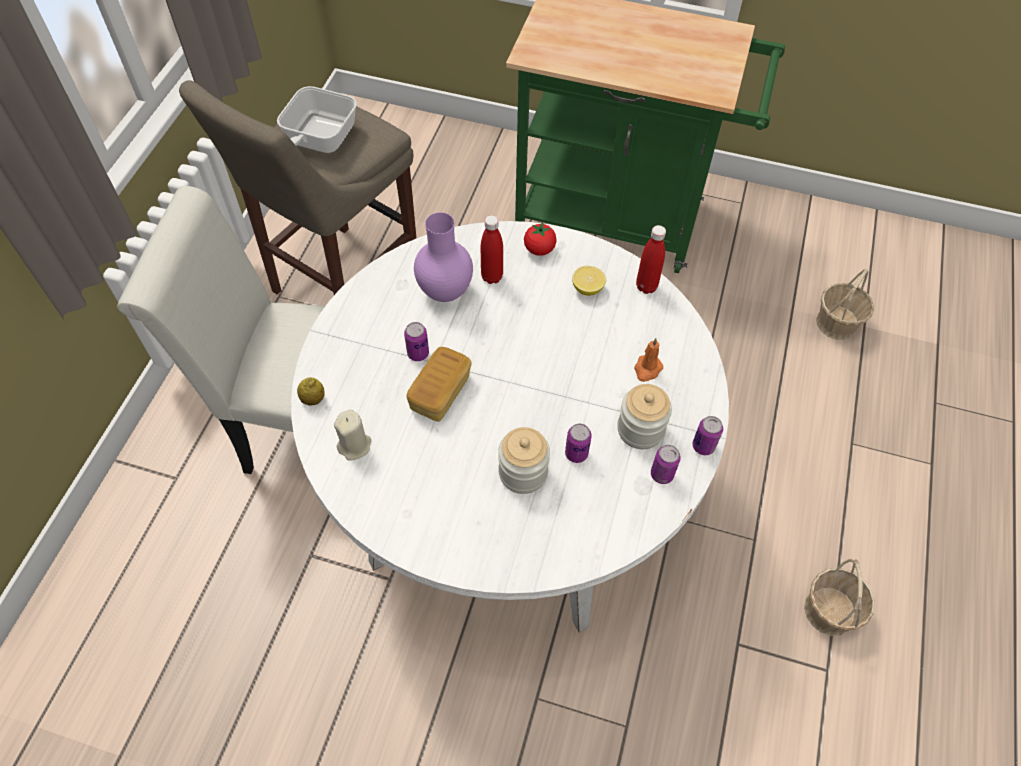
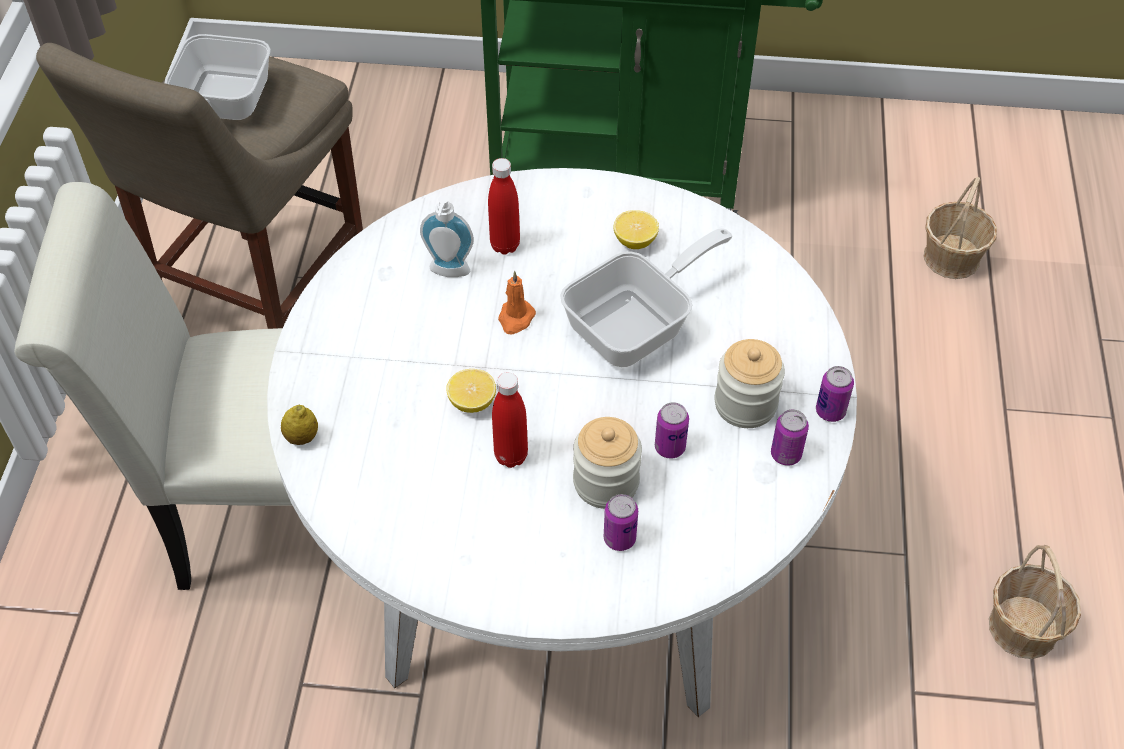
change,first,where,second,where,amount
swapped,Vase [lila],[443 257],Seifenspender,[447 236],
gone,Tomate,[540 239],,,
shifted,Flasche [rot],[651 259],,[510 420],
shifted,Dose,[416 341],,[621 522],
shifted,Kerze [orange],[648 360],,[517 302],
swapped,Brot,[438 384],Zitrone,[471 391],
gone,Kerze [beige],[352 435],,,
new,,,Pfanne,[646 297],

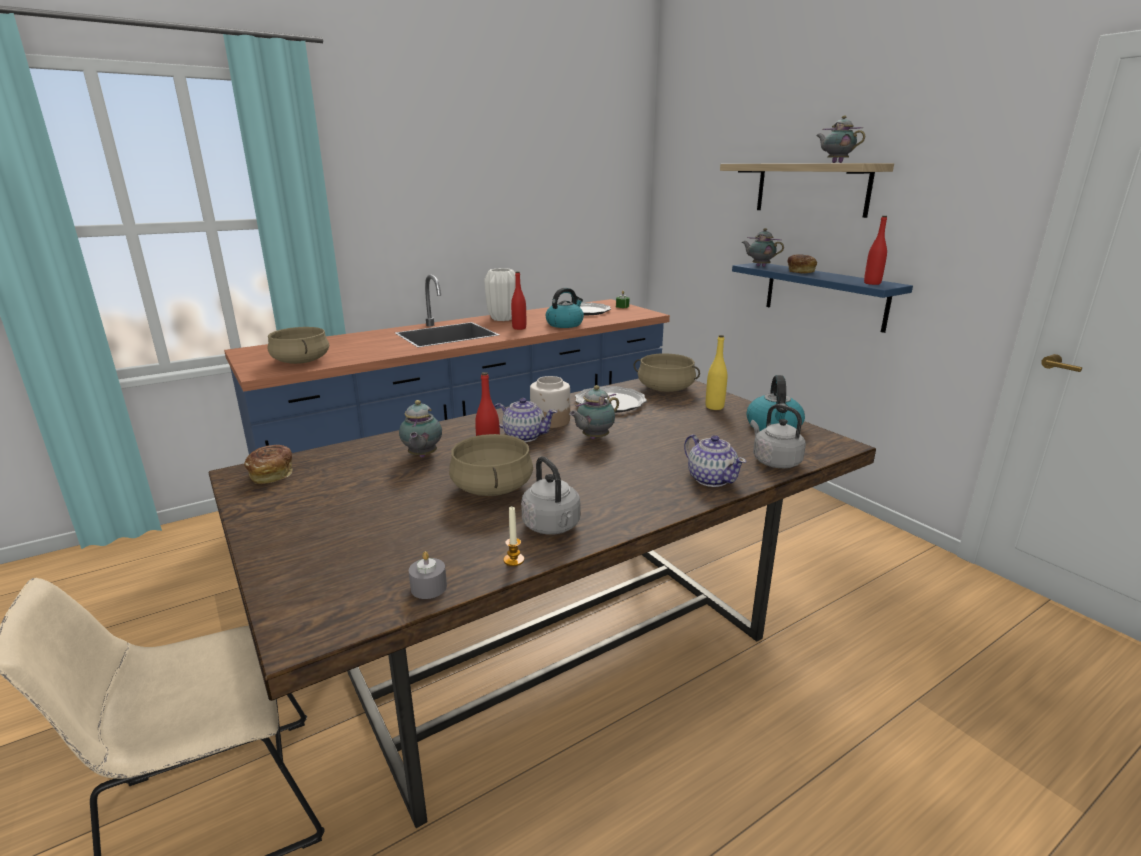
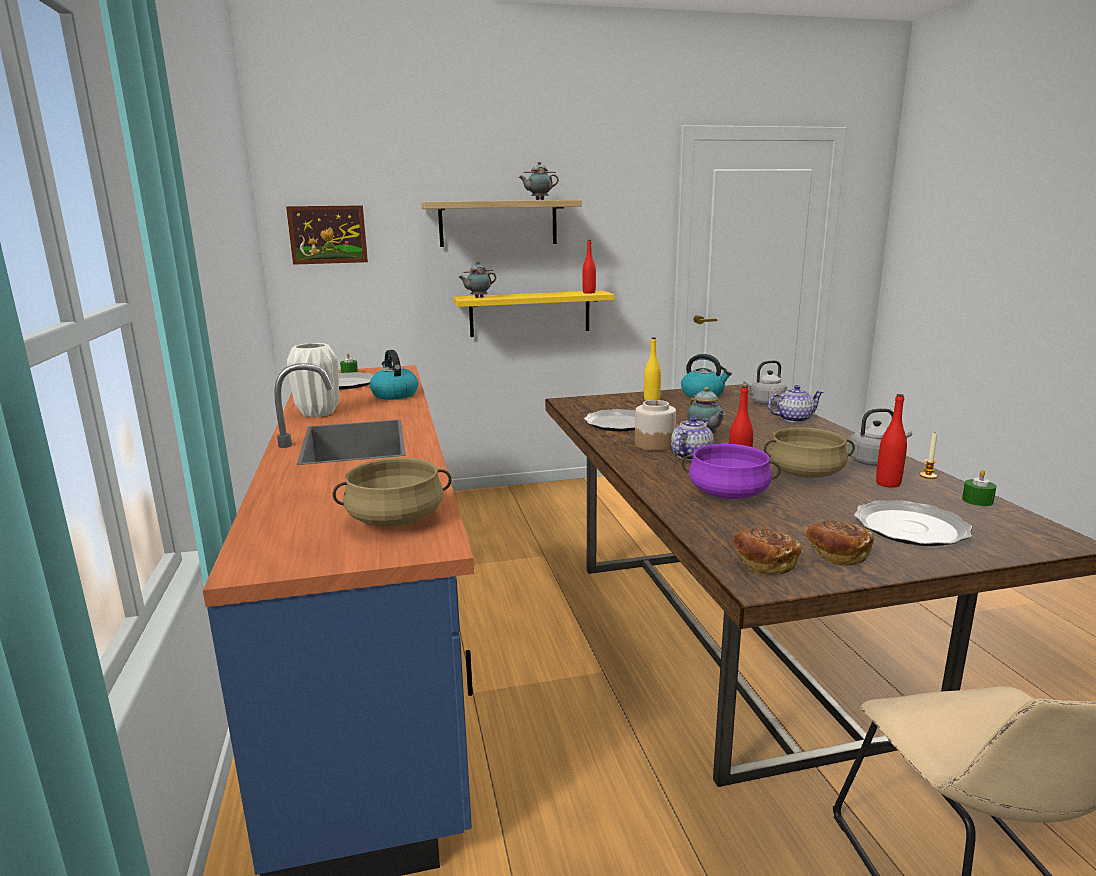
change,first,where,second,where,amount
shifted,Brot,[802 264],,[840 543],
repainted,Wandregal [blau],[822 298],Wandregal [gelb],[534 313],
shifted,Flasche [rot],[518 300],,[891 441],
gone,Kochtopf [beige],[666 373],,,
swapped,Teekanne,[420 429],Kochtopf [lila],[731 471],
repainted,Kerze [grau],[428 575],Kerze [grün],[979 488],
new,,,Bild,[327 235],
new,,,Teller,[913 523],

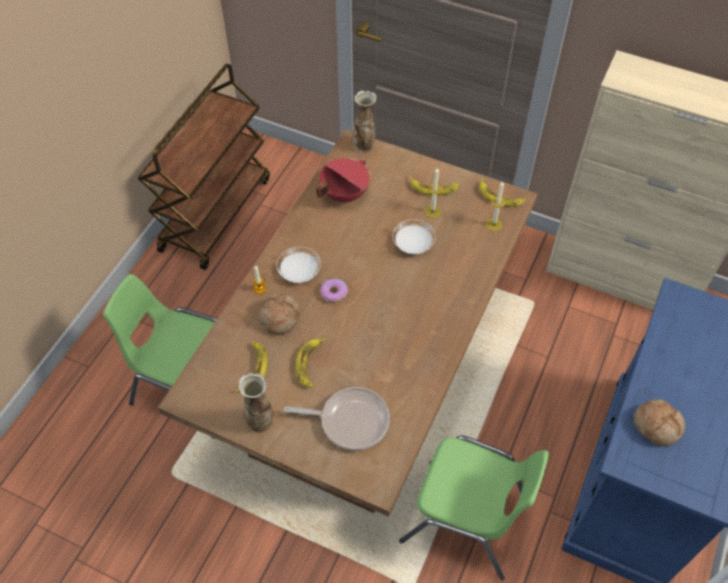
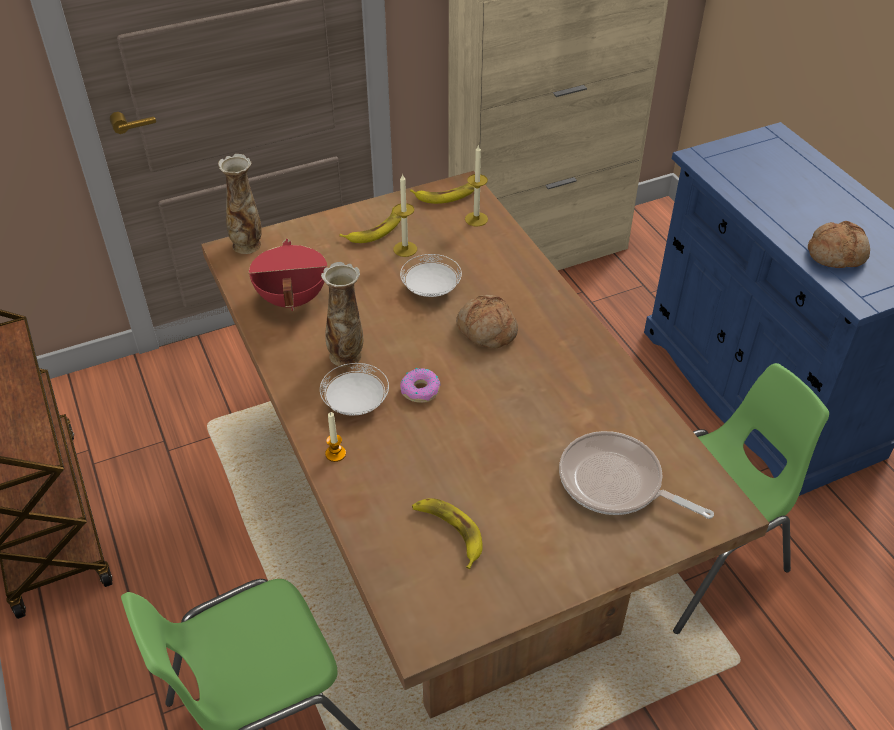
change,first,where,second,where,amount
shifted,Brot,[279 314],,[487 321],
gone,Banane,[311 363],,,
shifted,Vase,[255 403],,[342 314],
rotated,Pfanne,[337 418],,[636 475],105 degrees counterclockwise

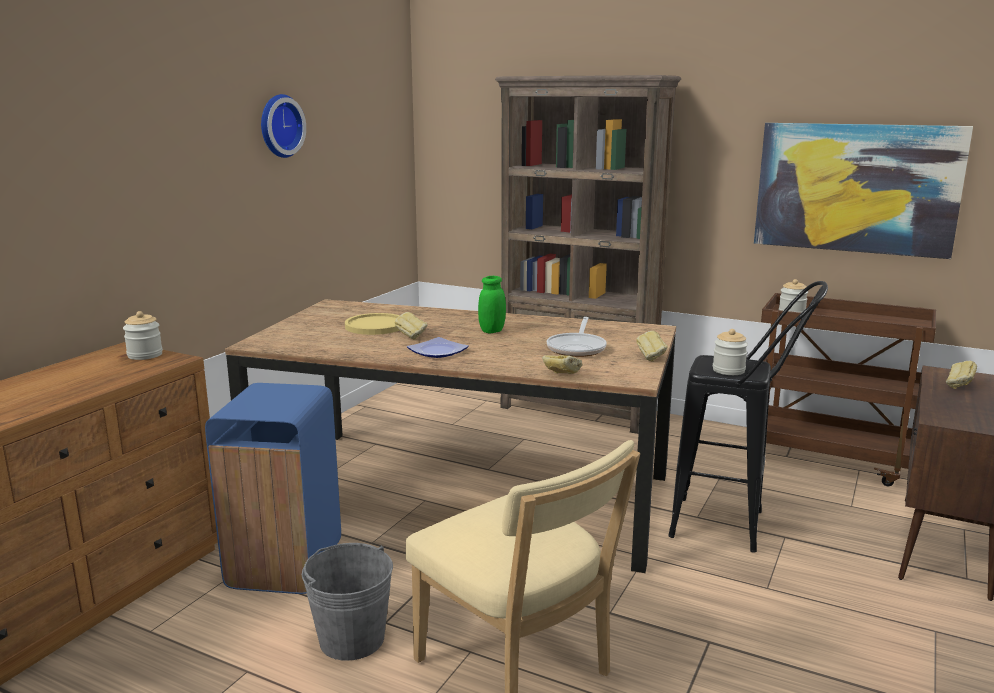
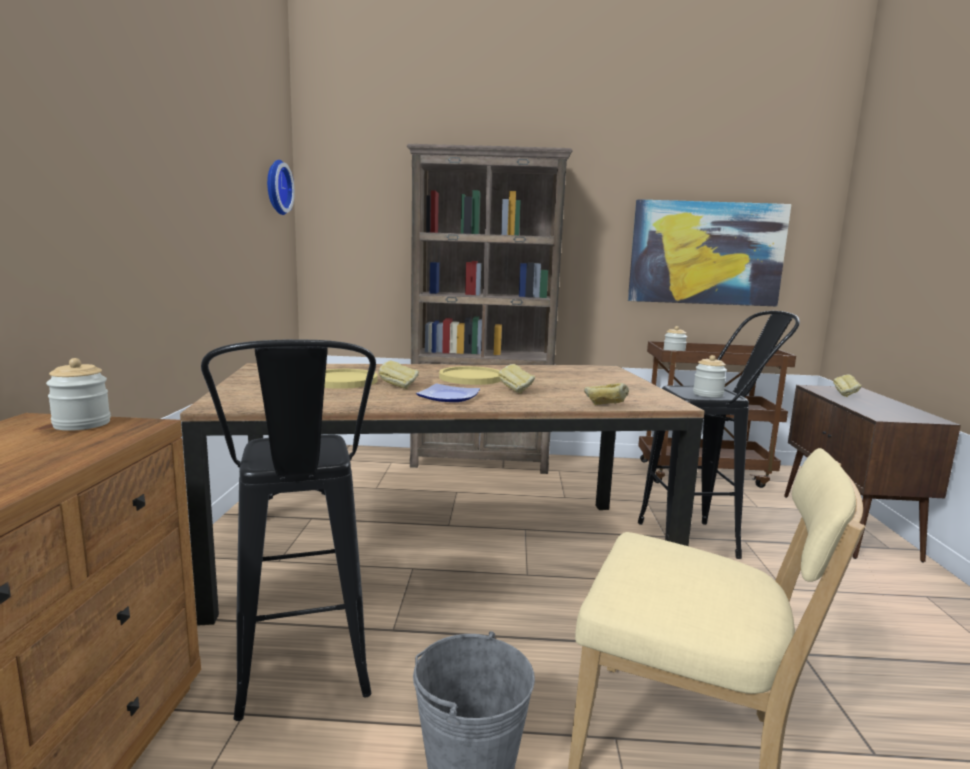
change,first,where,second,where,amount
shifted,Wanduhr,[283 126],,[281 187],
swapped,Vorratsglas [grün],[492 305],Teller [gelb],[470 375],
gone,Pfanne,[577 337],,,
shifted,Brot,[652 346],,[517 379],
swapped,Mülleimer [blau],[273 488],Hocker [schwarz],[288 530],

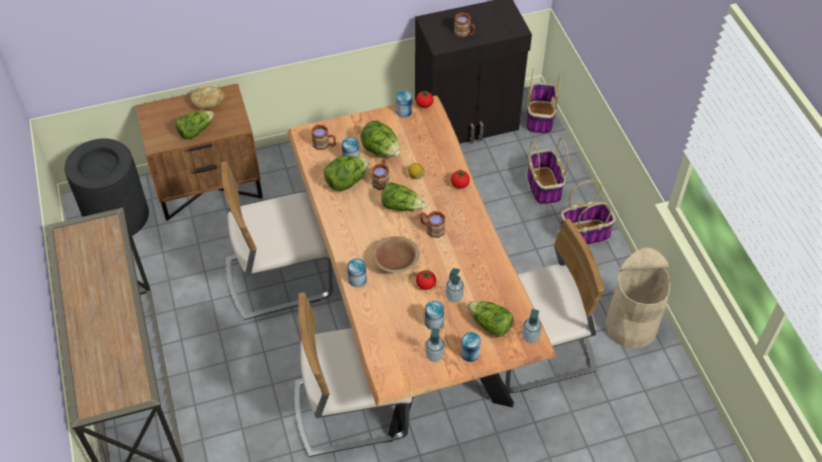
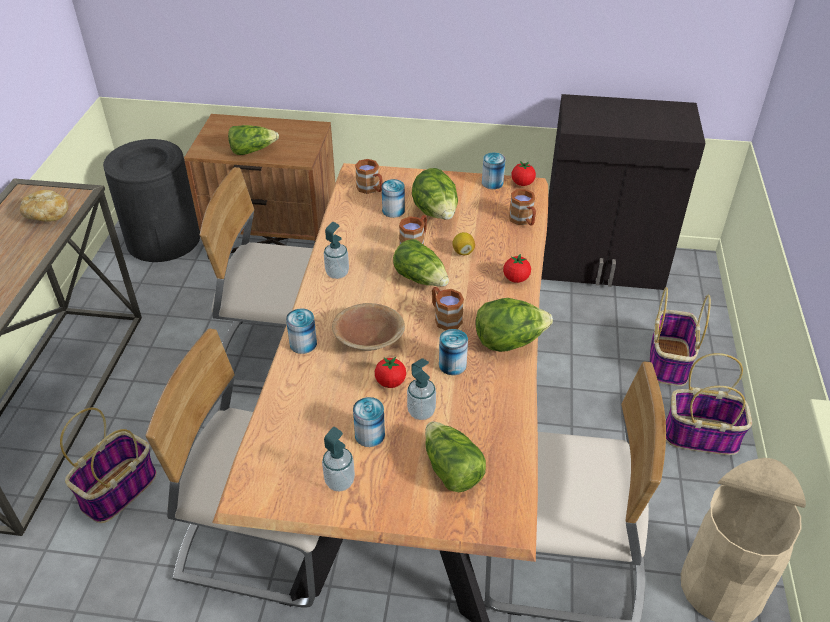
change,first,where,second,where,amount
shifted,Henkelbecher [braun],[464 24],,[522 207],
shifted,Korb,[544 102],,[108 465],
shifted,Brot,[207 97],,[44 206],
shifted,Salatkopf,[346 173],,[514 325],
shifted,Seifenspender,[532 326],,[336 250],
shifted,Dose,[471 347],,[453 352],

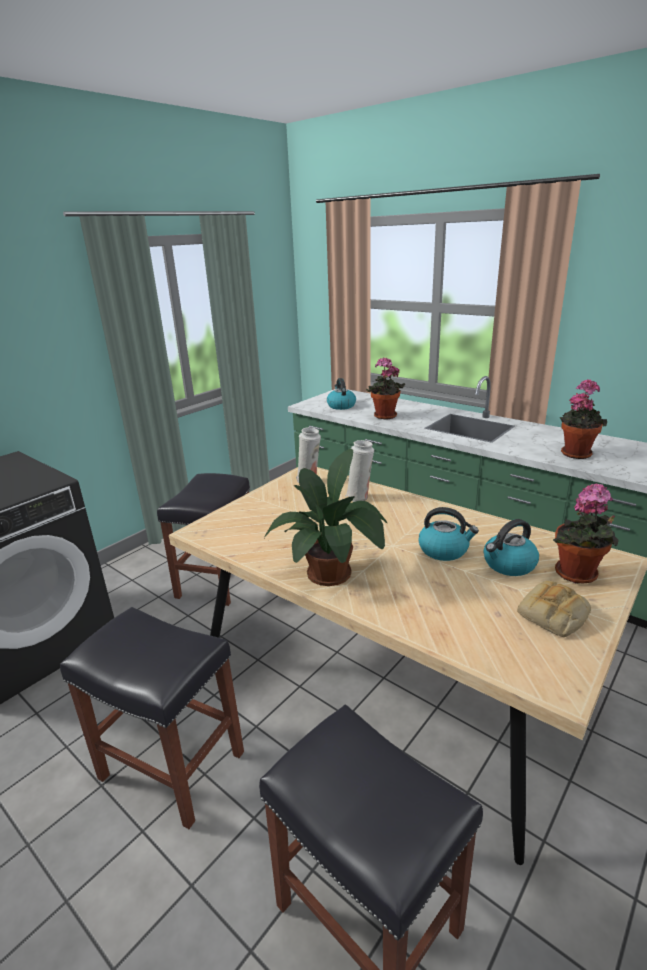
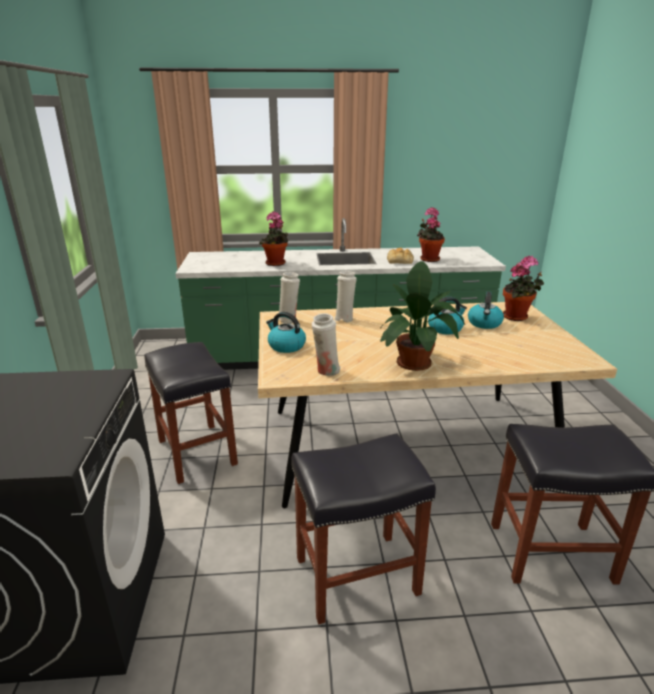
change,first,where,second,where,amount
shifted,Wasserkessel,[341 394],,[286 332],
shifted,Brot,[554 609],,[400 256],
new,,,Vase [weiß],[326 344],

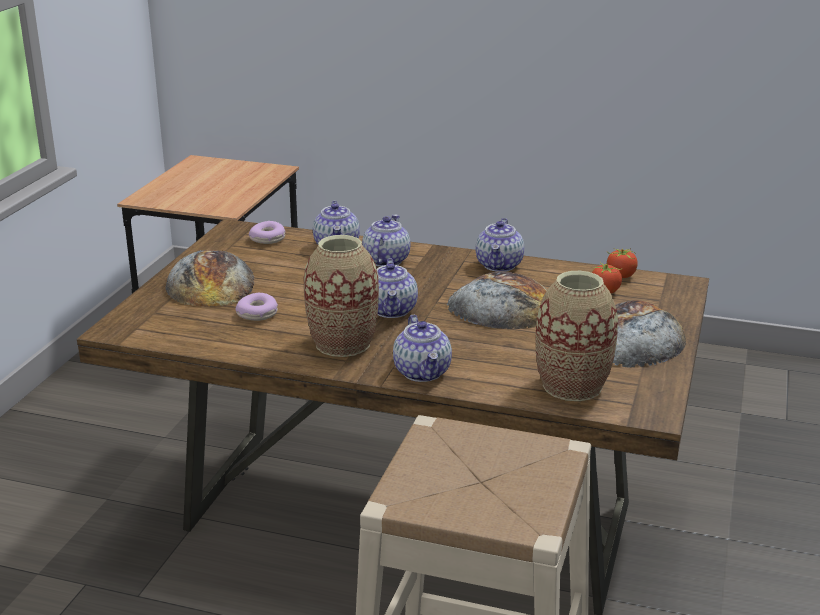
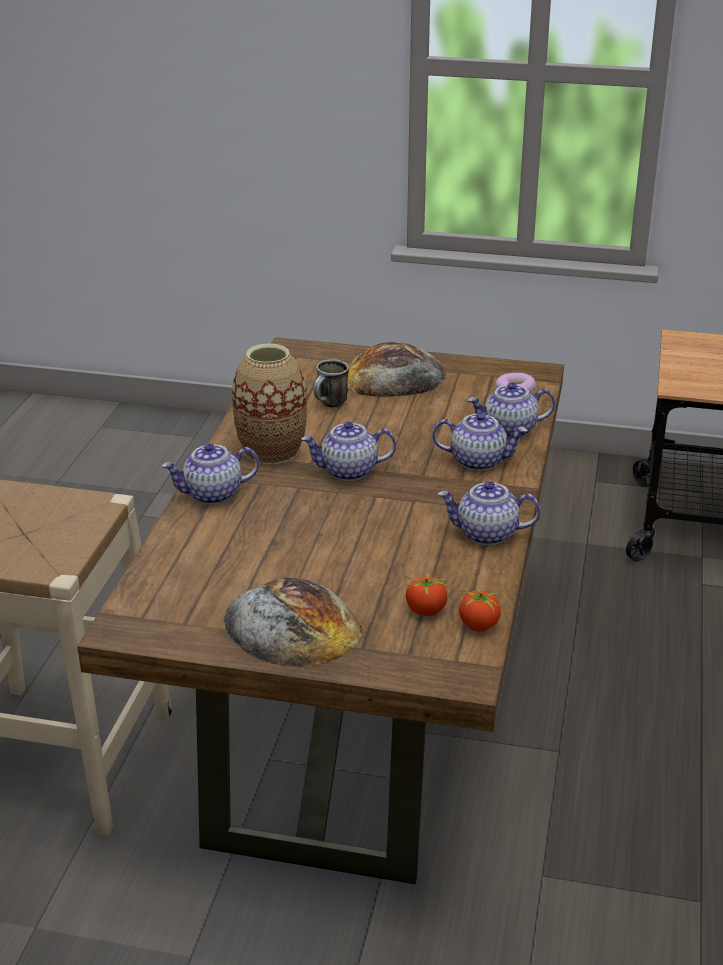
change,first,where,second,where,amount
gone,Brot,[497 300],,,
gone,Vase,[577 336],,,
swapped,Donut,[257 307],Henkelbecher,[331 383],

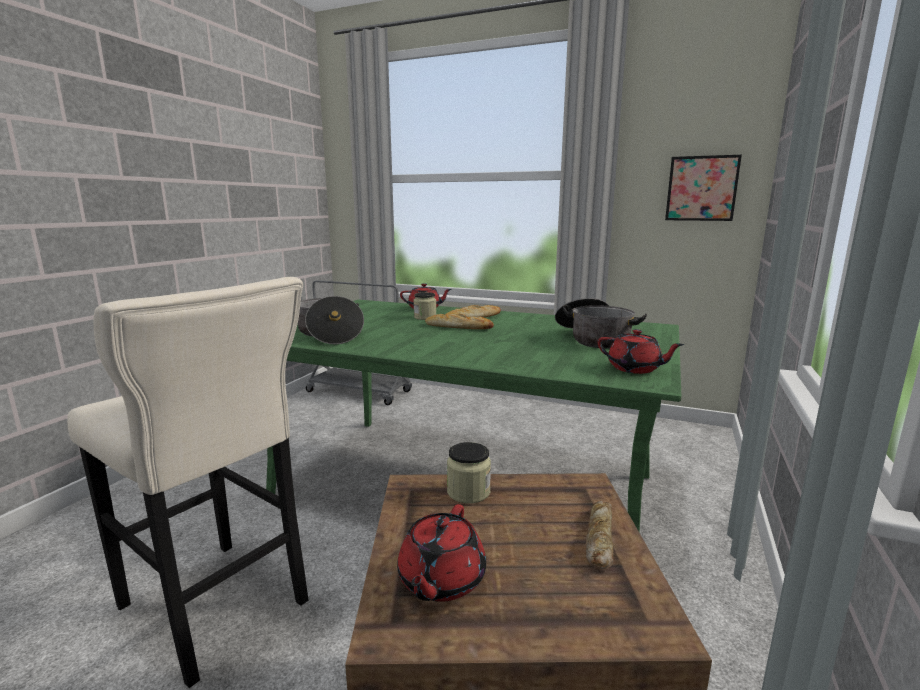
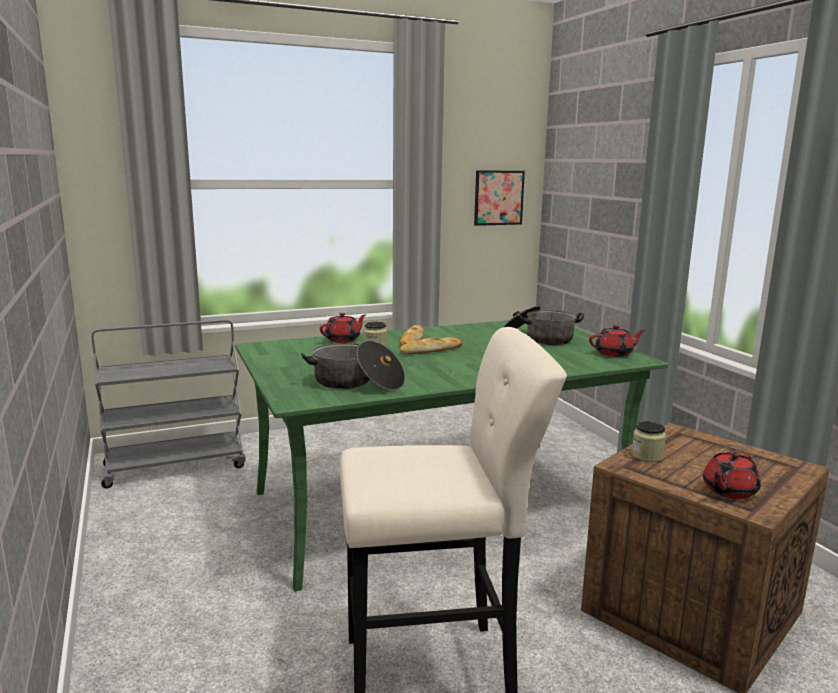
change,first,where,second,where,amount
gone,Brot,[599 535],,,
rotated,Teekanne [rot],[441 553],,[732 475],75 degrees clockwise

